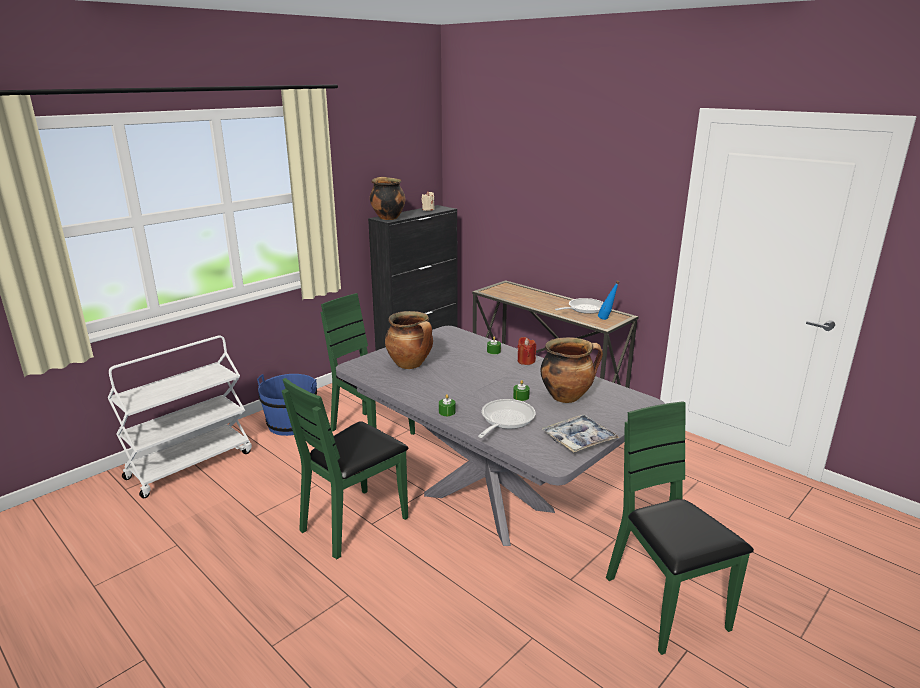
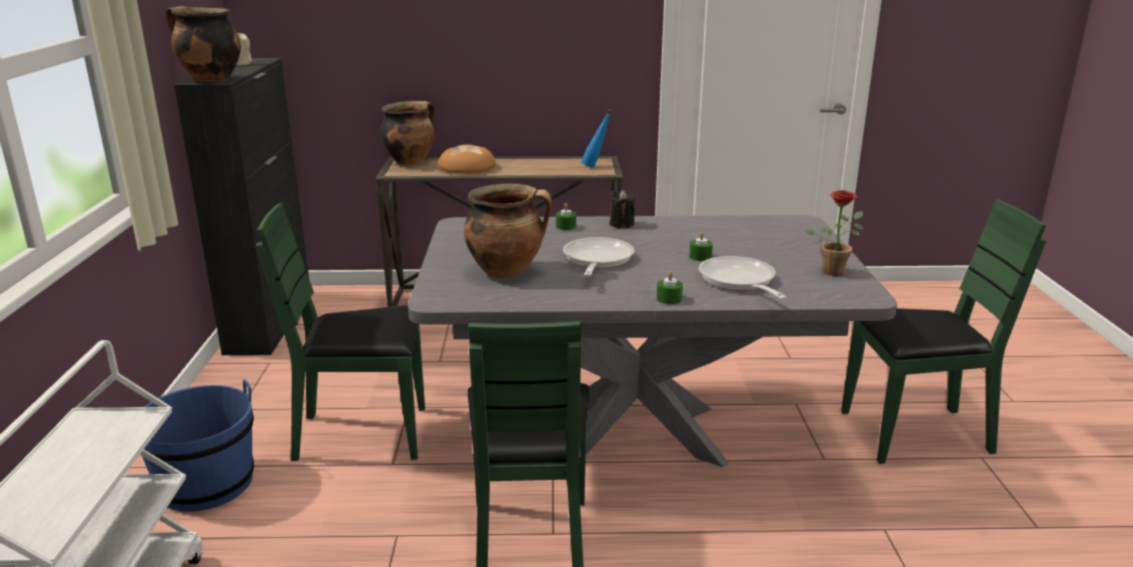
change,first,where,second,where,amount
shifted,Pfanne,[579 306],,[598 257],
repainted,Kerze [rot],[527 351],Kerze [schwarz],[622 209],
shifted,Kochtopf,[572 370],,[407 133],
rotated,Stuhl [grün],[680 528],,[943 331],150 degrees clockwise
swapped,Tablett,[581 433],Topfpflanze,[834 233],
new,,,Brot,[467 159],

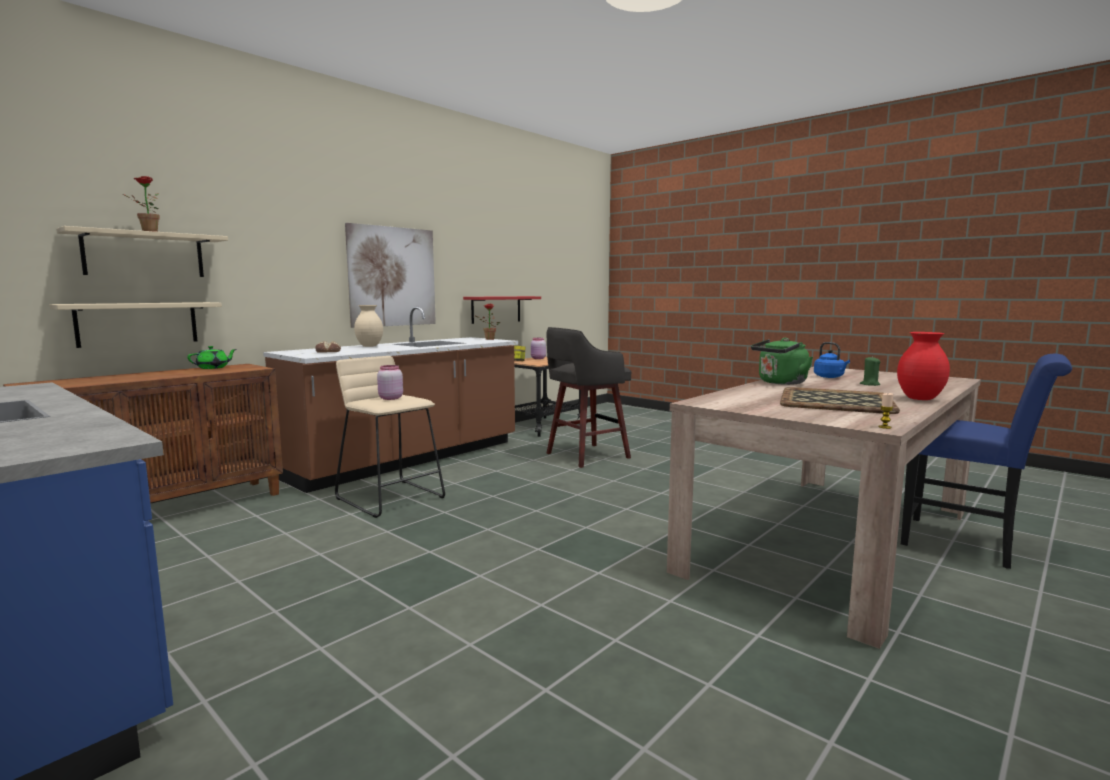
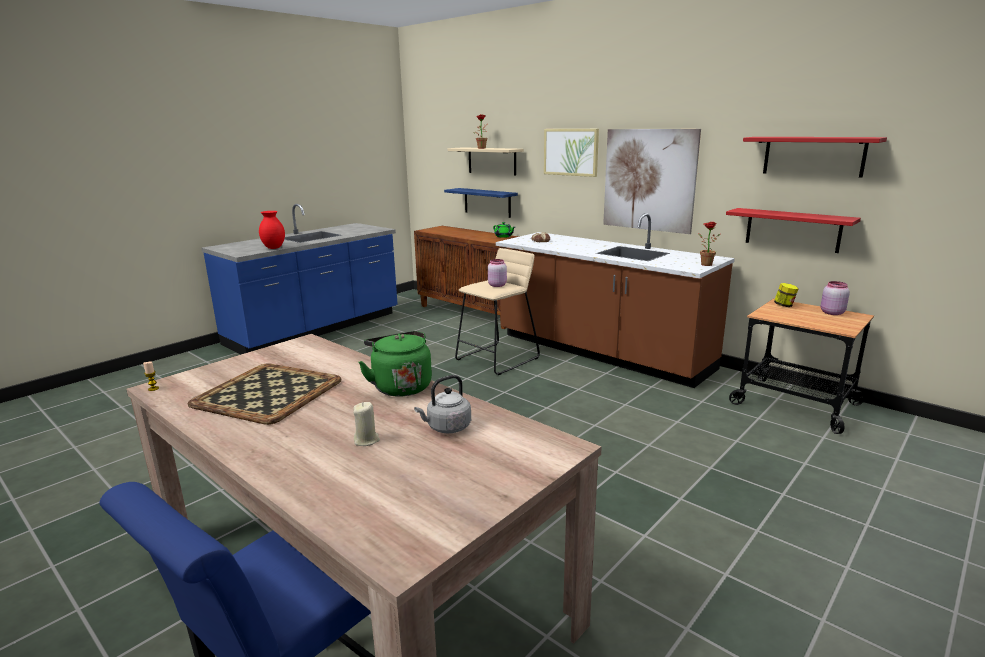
change,first,where,second,where,amount
repainted,Wandregal [beige],[136 325],Wandregal [blau],[481 203],
gone,Vase [beige],[368 326],,,
gone,Hocker [grau],[589 397],,,
shifted,Vase [rot],[923 366],,[272 230],
repainted,Wasserkessel [blau],[832 360],Wasserkessel [grau],[442 404],
repainted,Kerze [grün],[870 371],Kerze [beige],[366 424],
new,,,Bild,[571 153],
new,,,Wandregal [rot],[815 157],

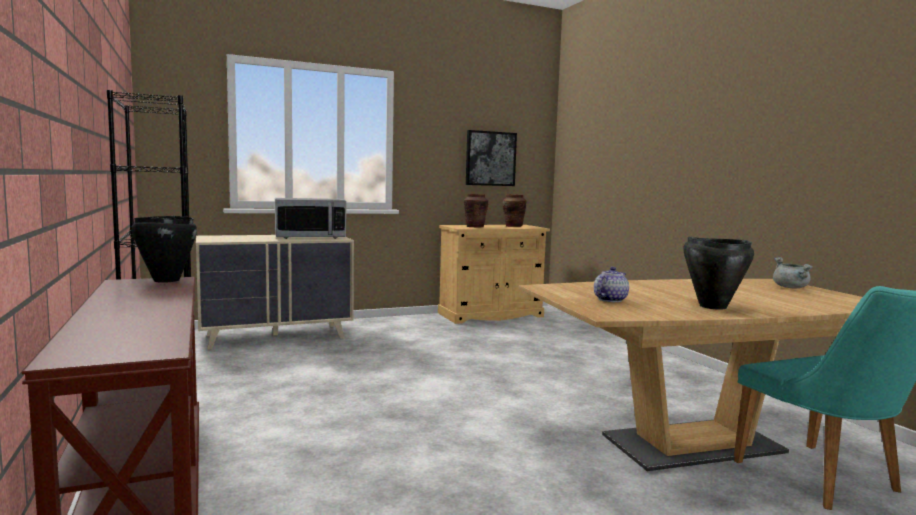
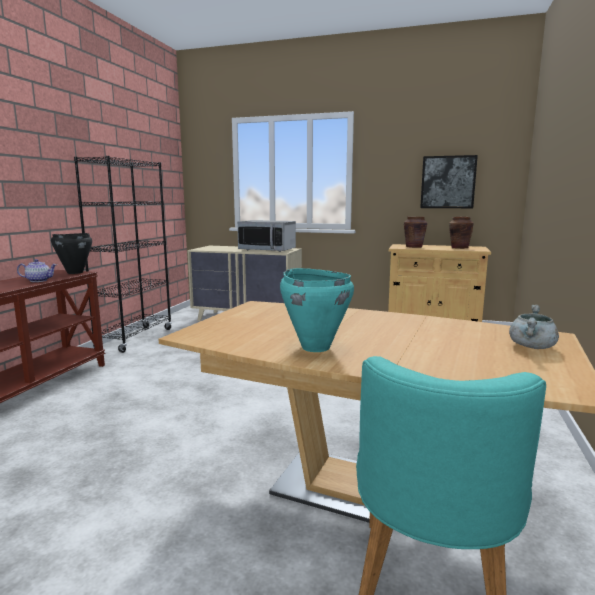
change,first,where,second,where,amount
repainted,Kochtopf [schwarz],[718 273],Kochtopf [türkis],[317 310],
shifted,Teekanne,[611 284],,[37 270],

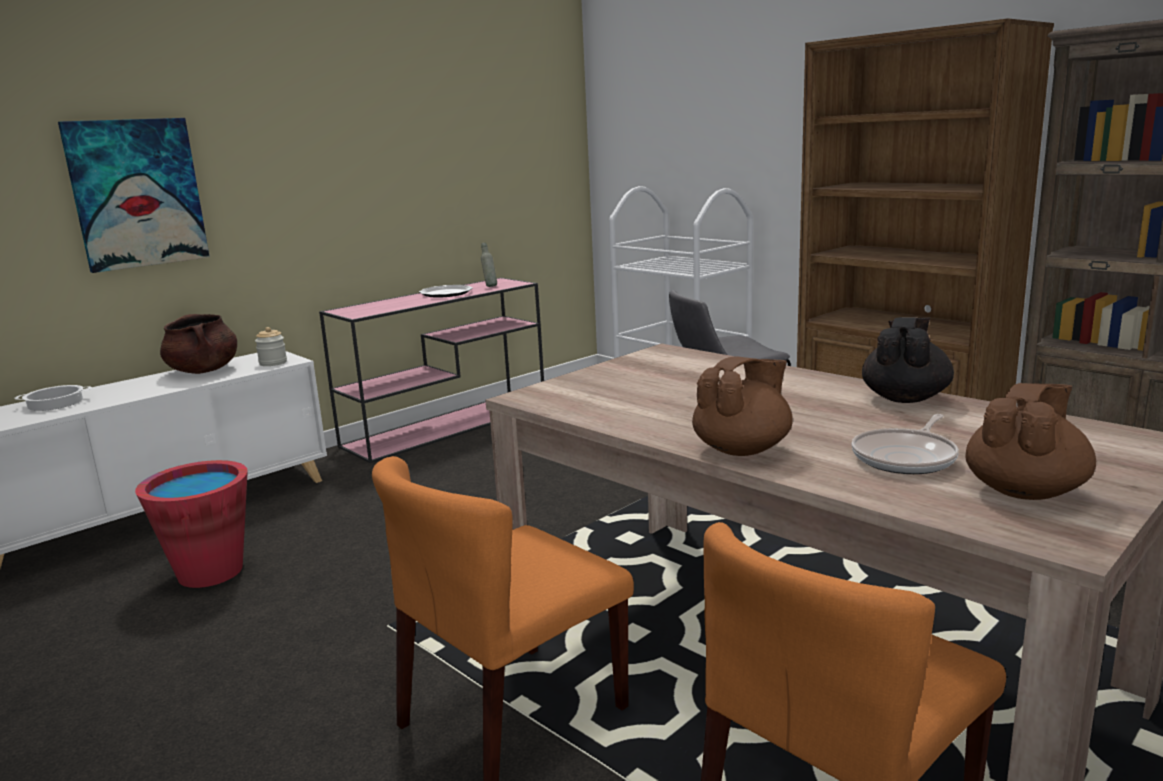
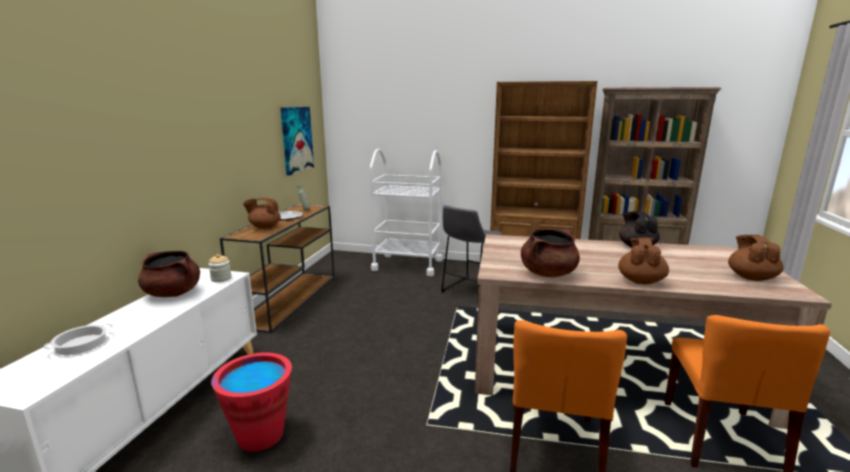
change,first,where,second,where,amount
shifted,Bild,[134 195],,[297 141],
repainted,Konsolentisch [rosa],[431 370],Konsolentisch [braun],[277 268],
gone,Pfanne,[905 444],,,
new,,,Teekanne [braun],[262 213],
new,,,Kochtopf [braun],[550 253],

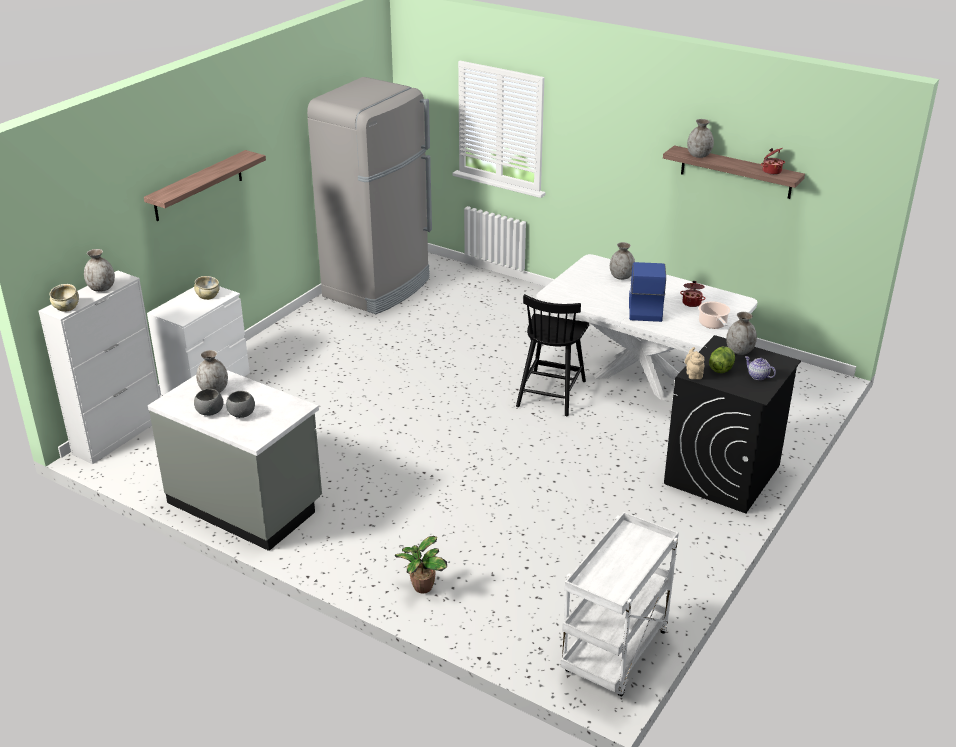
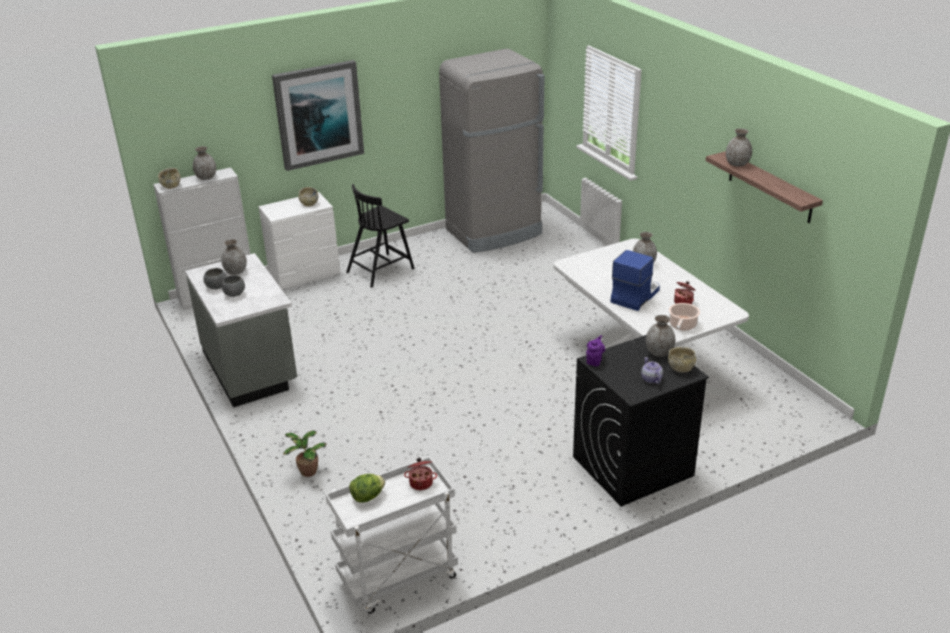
change,first,where,second,where,amount
shifted,Kochtopf,[773 161],,[420 474],
swapped,Wandregal,[205 185],Bild,[318 115],
shifted,Stuhl [schwarz],[552 355],,[380 236],
repainted,Teekanne [beige],[695 363],Teekanne [lila],[595 350],
shifted,Salatkopf,[722 360],,[367 488],
new,,,Schüssel [beige],[682 360],

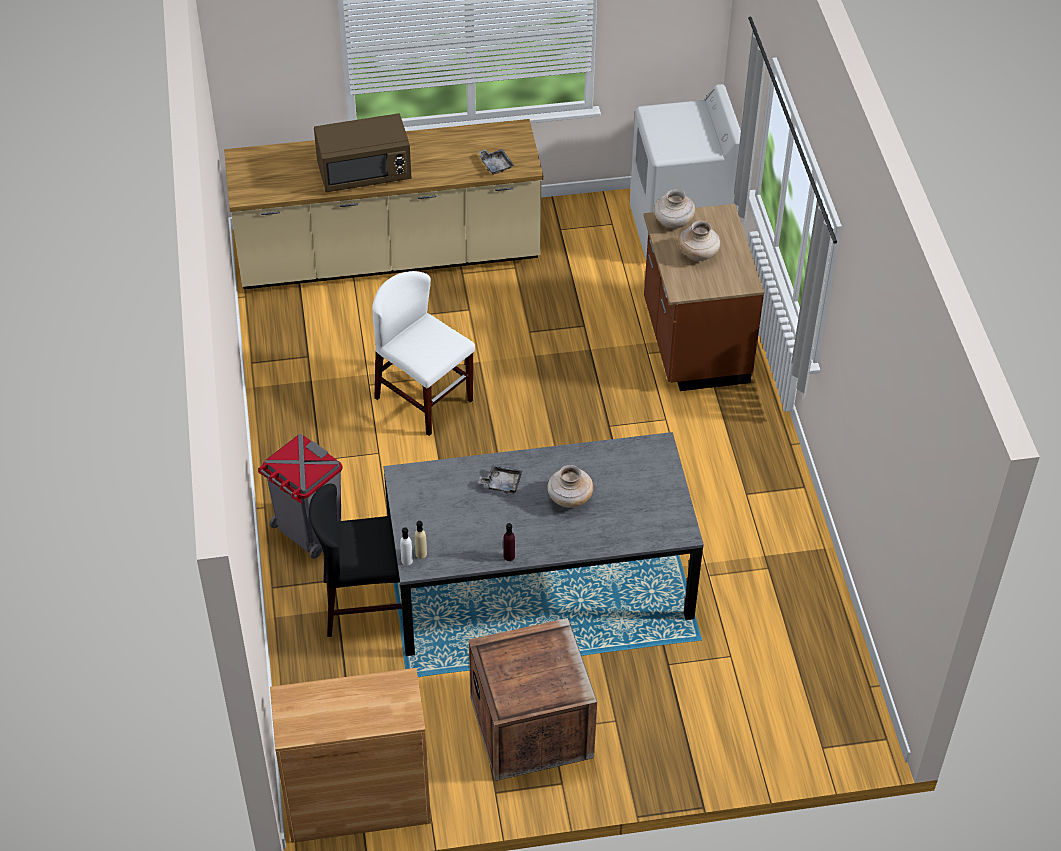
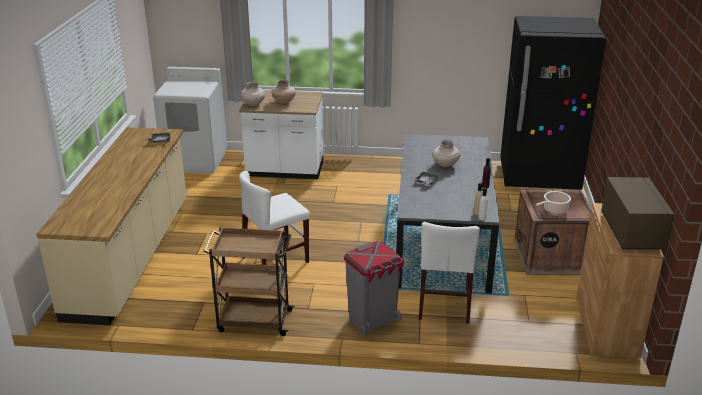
change,first,where,second,where,amount
shifted,Mikrowelle [braun],[362 152],,[638 213],
repainted,Küchenzeile [braun],[704 297],Küchenzeile [weiß],[281 134],
repainted,Stuhl [schwarz],[355 560],Stuhl [weiß],[449 273],
new,,,Kühlschrank [schwarz],[553 103],
new,,,Kochtopf,[553 202],
new,,,Rollwagen [braun],[249 281],

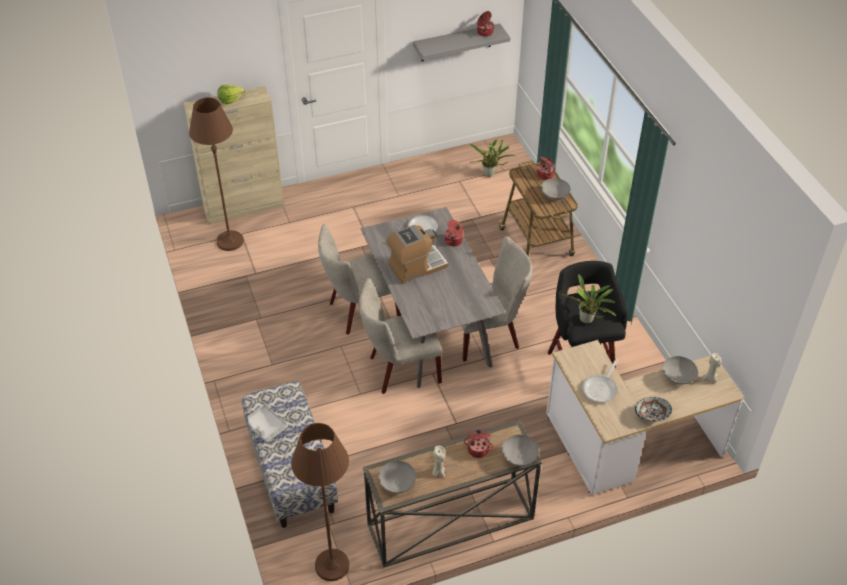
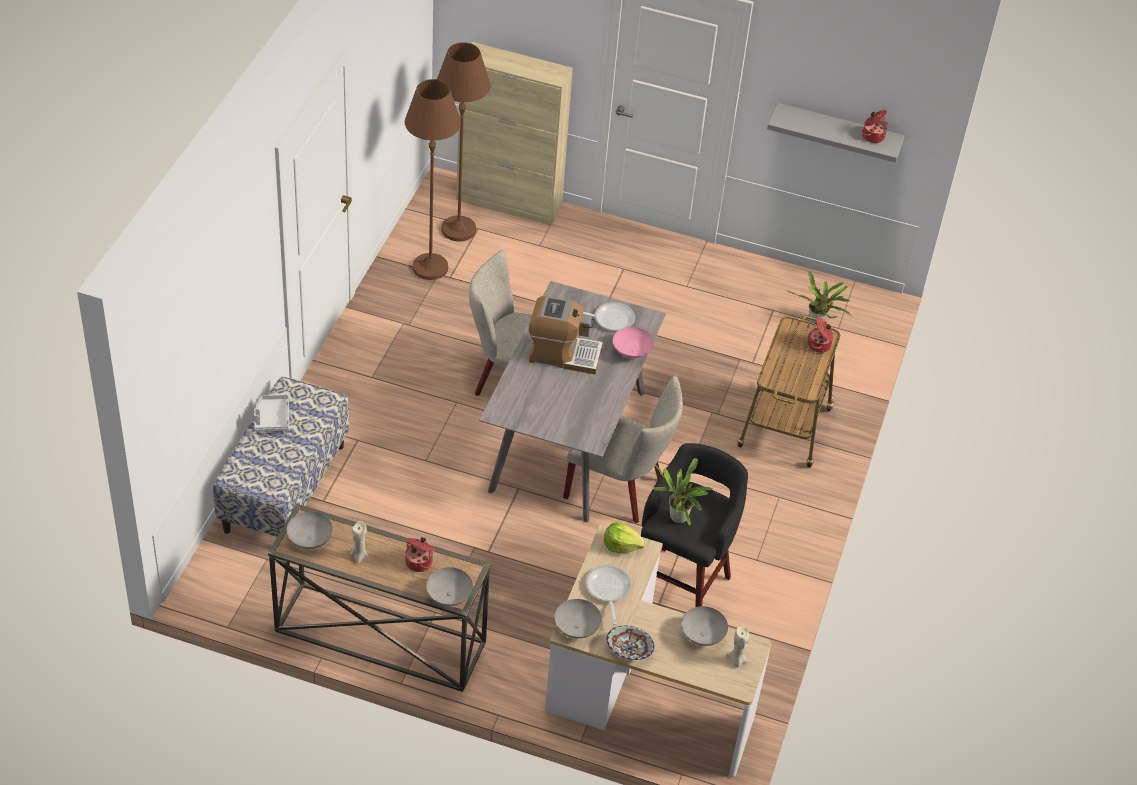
change,first,where,second,where,amount
shifted,Salatkopf,[231 94],,[625 537],
shifted,Schüssel [grau],[555 189],,[578 619],
swapped,Kochtopf,[454 233],Schüssel [rosa],[633 342],
gone,Stuhl [beige],[400 336],,,
rotated,Pfanne,[600 380],,[608 595],105 degrees clockwise
shifted,Stehlampe [braun],[320 502],,[433 179],

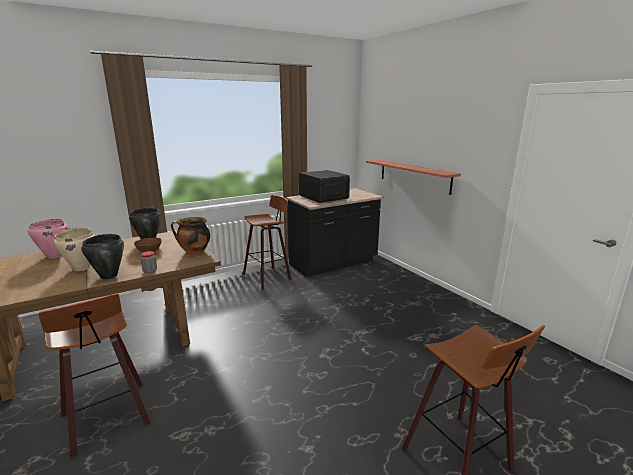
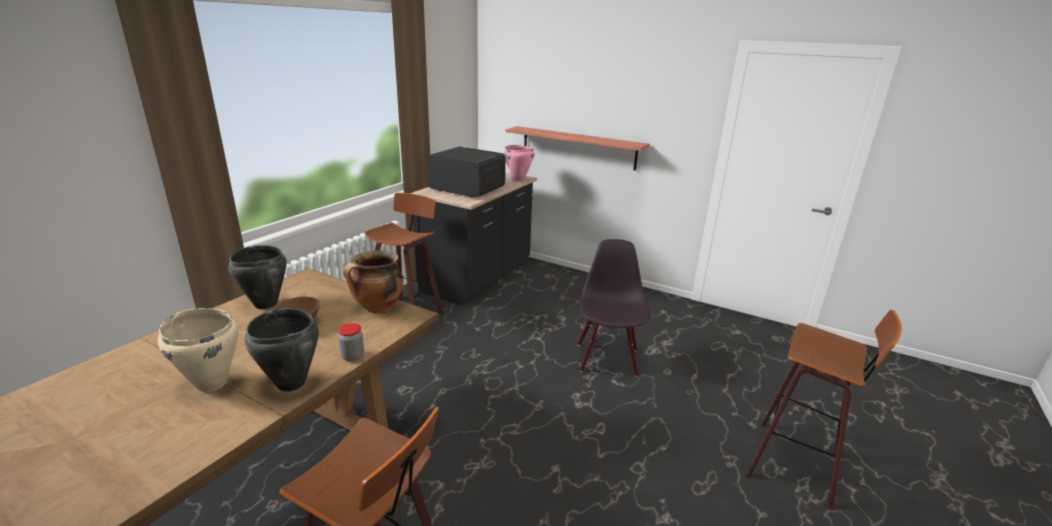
change,first,where,second,where,amount
shifted,Kochtopf [rosa],[48 239],,[519 163],
new,,,Stuhl [schwarz],[614 308],

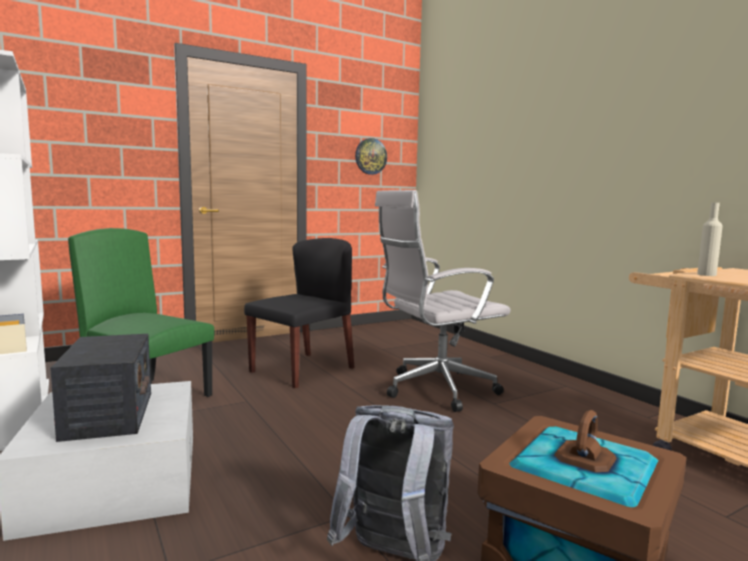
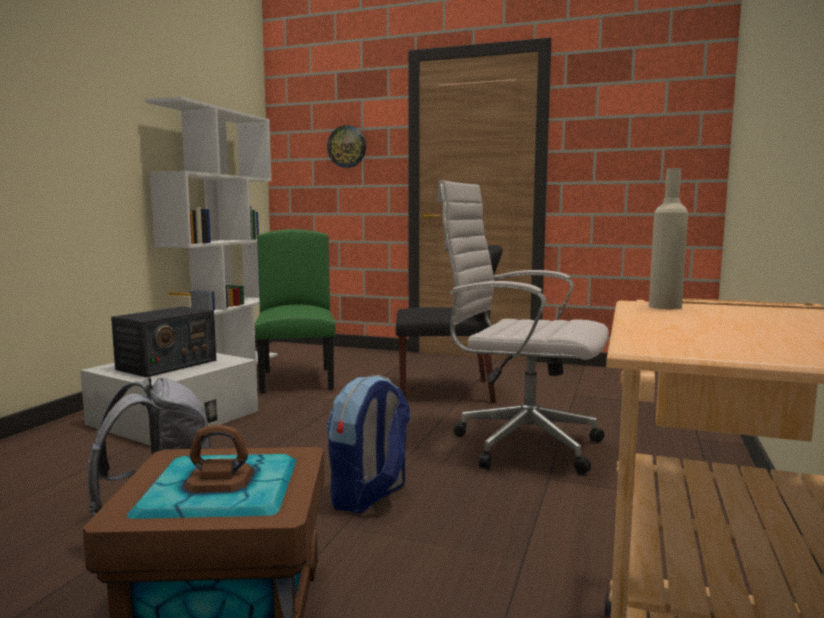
change,first,where,second,where,amount
shifted,Wanduhr,[371 156],,[346 146],
new,,,Rucksack,[368 444],

